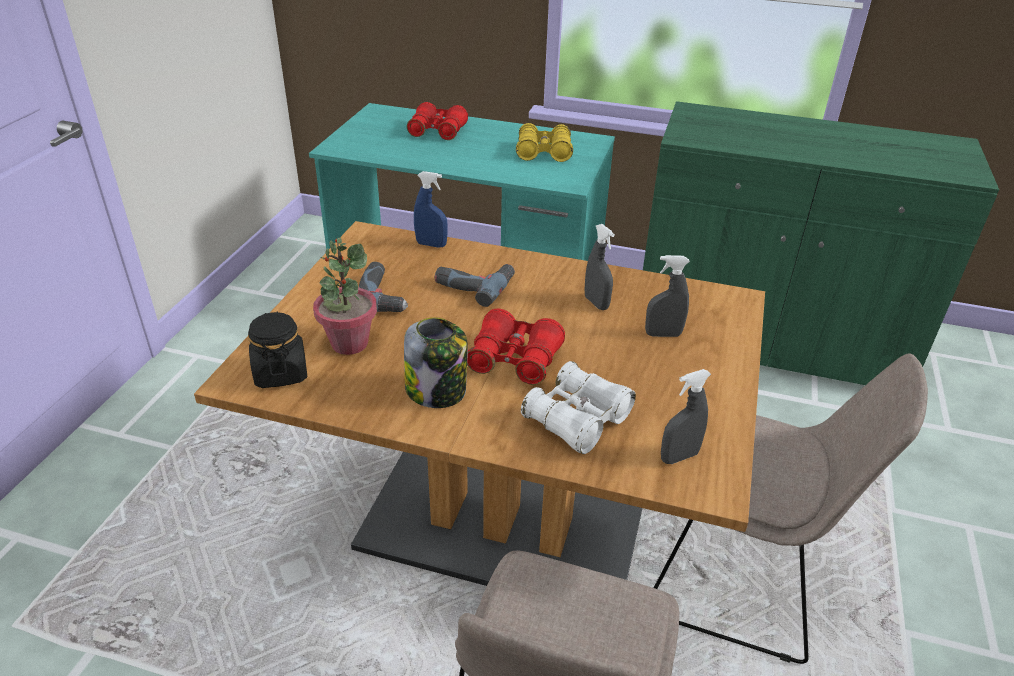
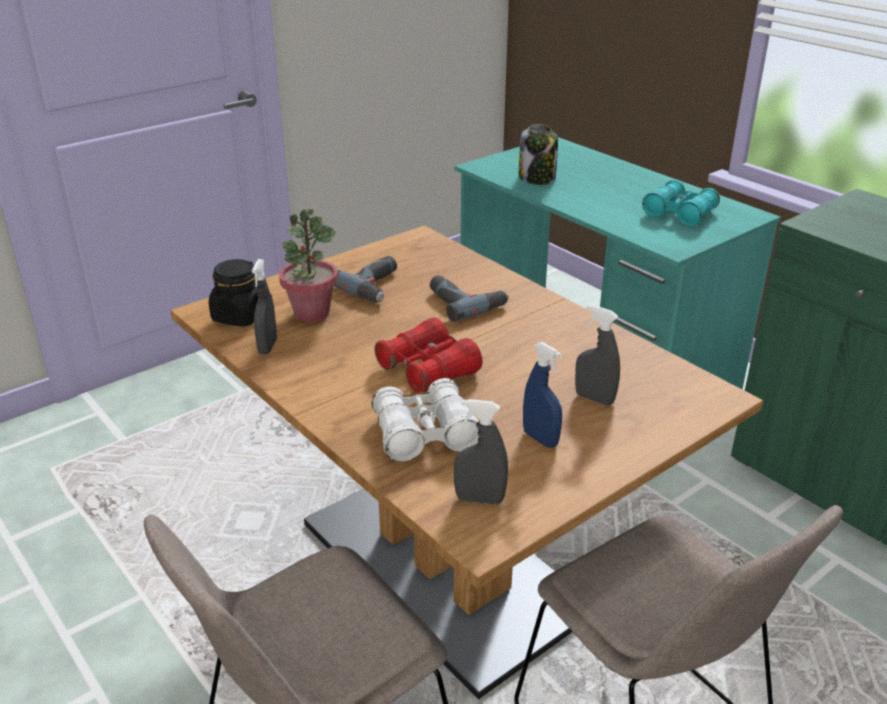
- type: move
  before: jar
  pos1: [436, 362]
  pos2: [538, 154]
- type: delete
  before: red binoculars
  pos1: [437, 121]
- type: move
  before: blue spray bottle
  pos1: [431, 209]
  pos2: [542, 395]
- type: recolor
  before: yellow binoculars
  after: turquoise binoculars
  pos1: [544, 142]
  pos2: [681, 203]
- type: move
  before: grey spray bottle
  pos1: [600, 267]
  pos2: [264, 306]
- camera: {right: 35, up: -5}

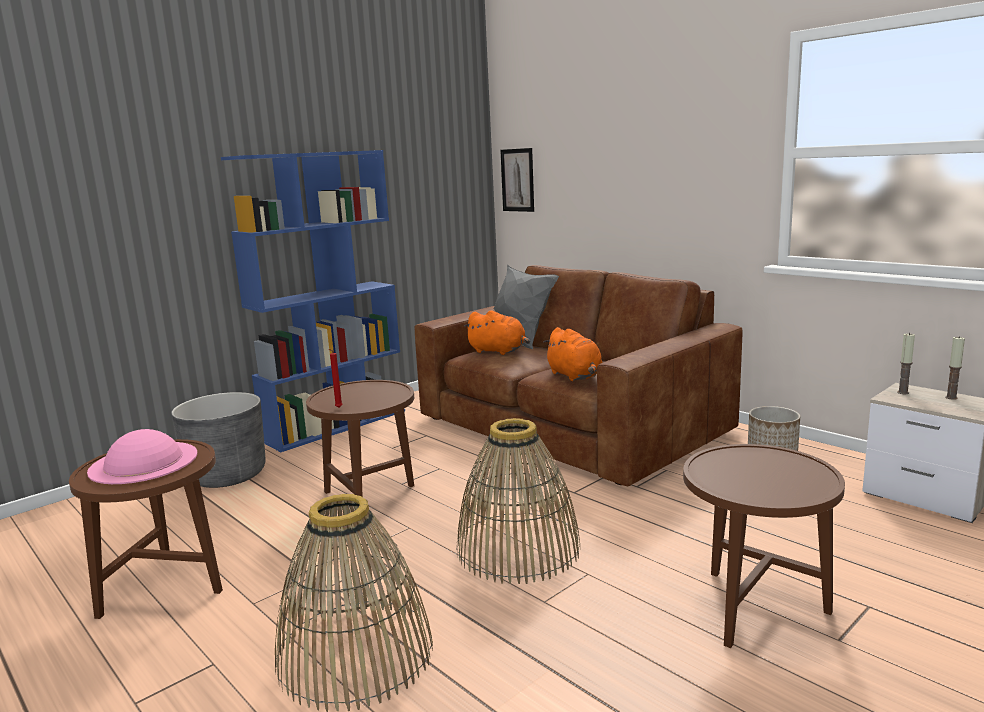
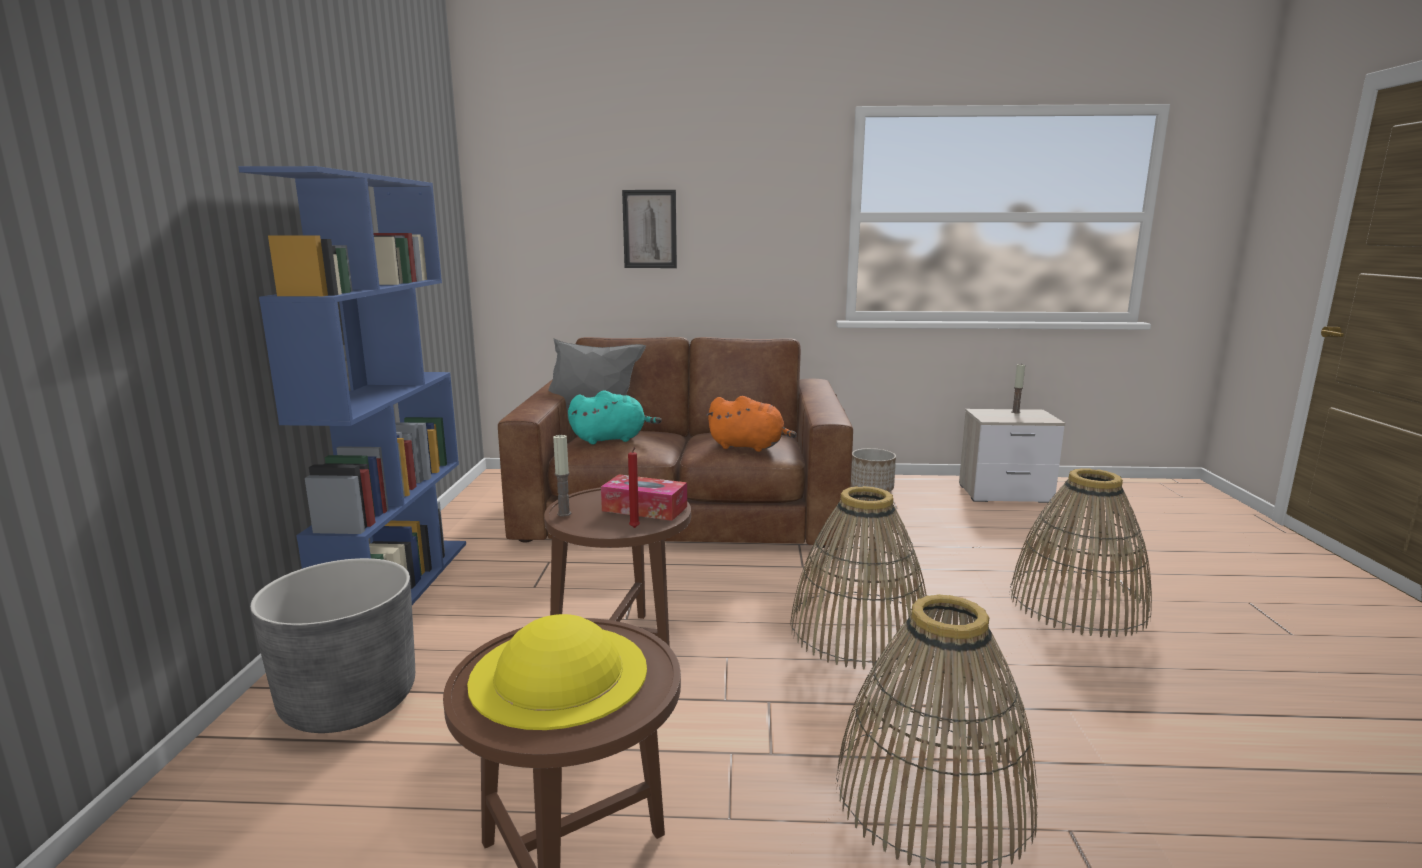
- type: recolor
  before: pink hat
  after: yellow hat
  pos1: [142, 456]
  pos2: [557, 672]
- type: recolor
  before: orange plush toy
  after: turquoise plush toy
  pos1: [497, 332]
  pos2: [615, 417]
- type: move
  before: picture
  pos1: [517, 180]
  pos2: [649, 229]
- type: replace
  before: brown side table
  after: basket
  pos1: [764, 546]
  pos2: [1080, 553]
- type: move
  before: candle
  pos1: [906, 363]
  pos2: [562, 475]
- type: insert
  after: tissue box
  pos2: [644, 497]
- camera: {right: -45, up: 0}

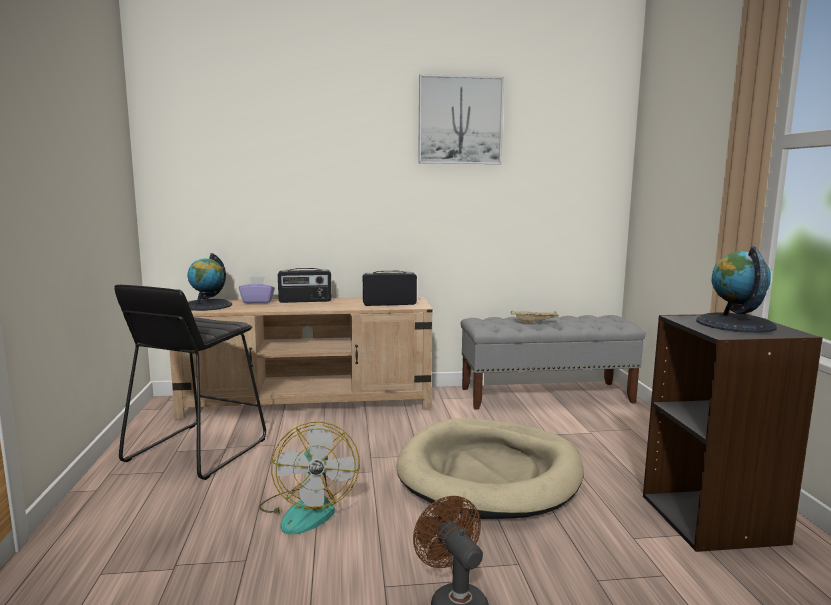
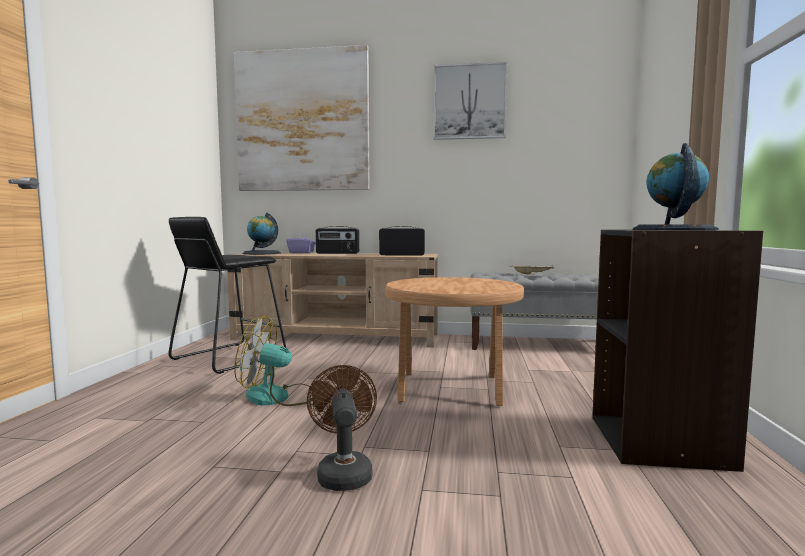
- type: rotate
  before: fan
  pos1: [309, 478]
  pos2: [273, 361]
  turn: 90
- type: replace
  before: beige dog bed
  after: brown side table
  pos1: [490, 468]
  pos2: [454, 341]
- type: insert
  after: picture
  pos2: [302, 118]
- camera: {right: 15, up: -5}

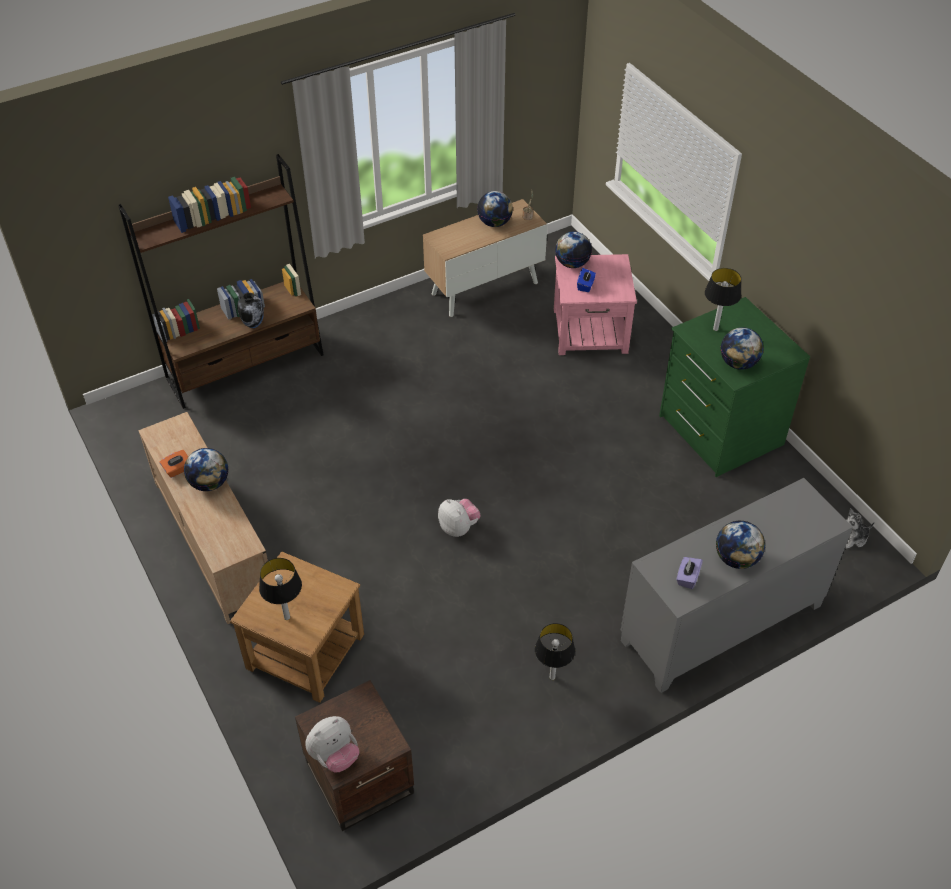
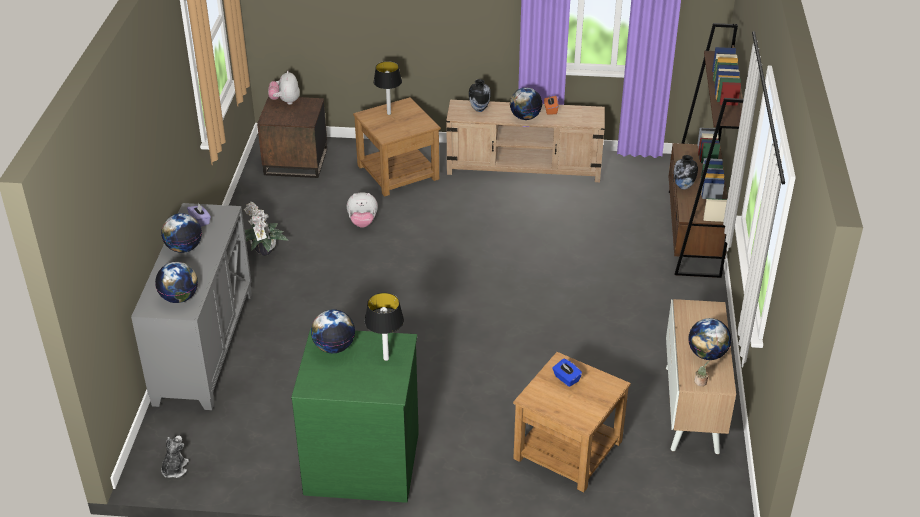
- type: move
  before: plush toy
  pos1: [459, 518]
  pos2: [362, 210]
- type: replace
  before: table lamp
  after: potted plant
  pos1: [555, 651]
  pos2: [266, 229]
- type: recolor
  before: pink side table
  after: brown side table
  pos1: [595, 304]
  pos2: [572, 422]
- type: move
  before: globe
  pos1: [573, 250]
  pos2: [176, 282]
- type: insert
  after: vase
  pos2: [480, 95]
- camera: {right: 125, up: -10}

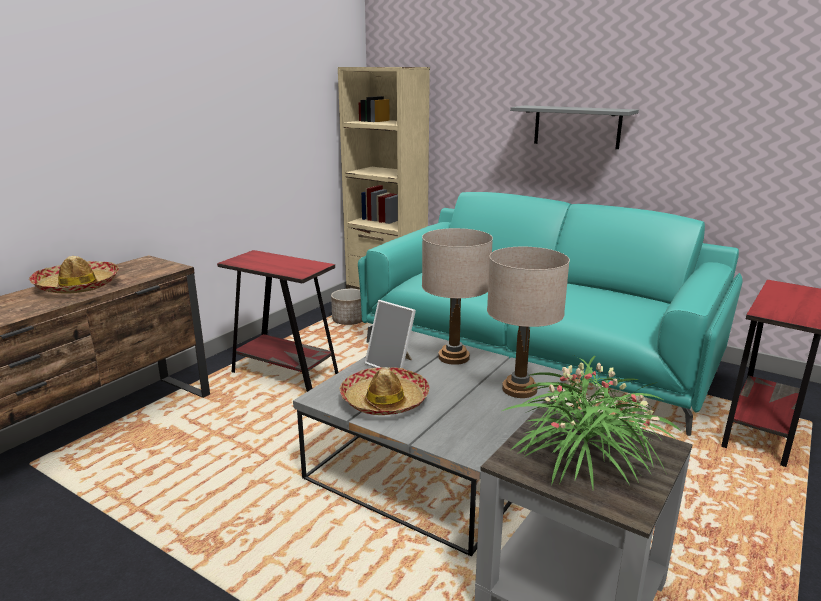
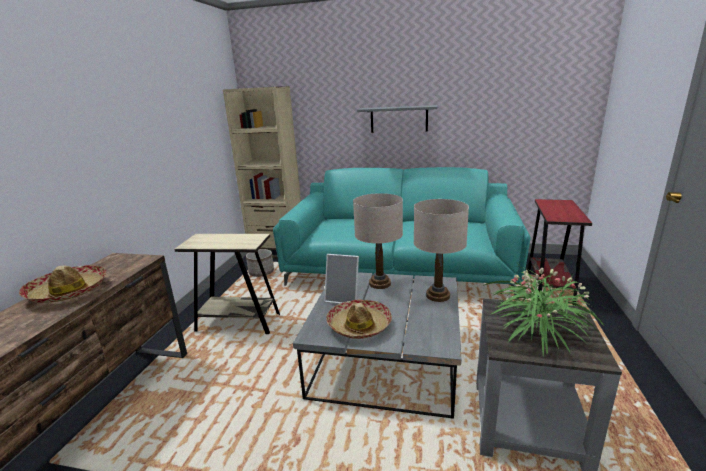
- type: recolor
  before: red side table
  after: beige side table
  pos1: [278, 321]
  pos2: [227, 284]
- camera: {right: -20, up: 0}

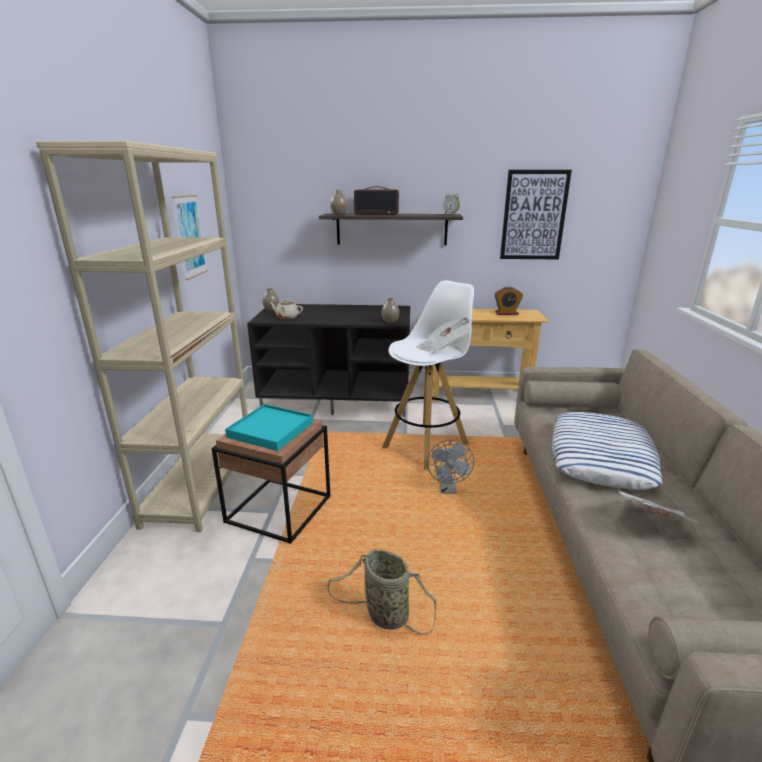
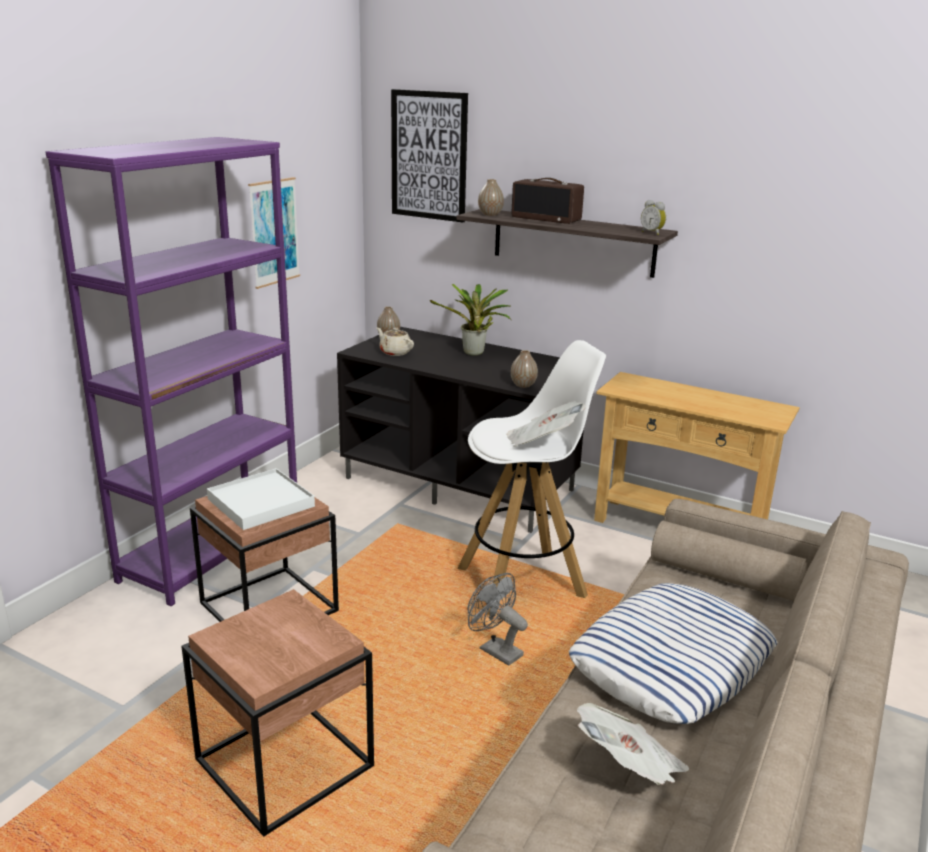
- type: recolor
  before: beige bookcase
  after: purple bookcase
  pos1: [142, 336]
  pos2: [171, 371]
- type: recolor
  before: turquoise tray
  after: white tray
  pos1: [269, 427]
  pos2: [261, 499]
- type: replace
  before: basket
  after: brown side table
  pos1: [381, 592]
  pos2: [277, 713]
- type: rotate
  before: grey fan
  pos1: [450, 467]
  pos2: [498, 619]
  turn: 105
- type: delete
  before: alarm clock
  pos1: [509, 301]
- type: move
  before: picture
  pos1: [536, 214]
  pos2: [429, 156]
- type: insert
  after: potted plant
  pos2: [470, 320]
- camera: {right: 25, up: 0}

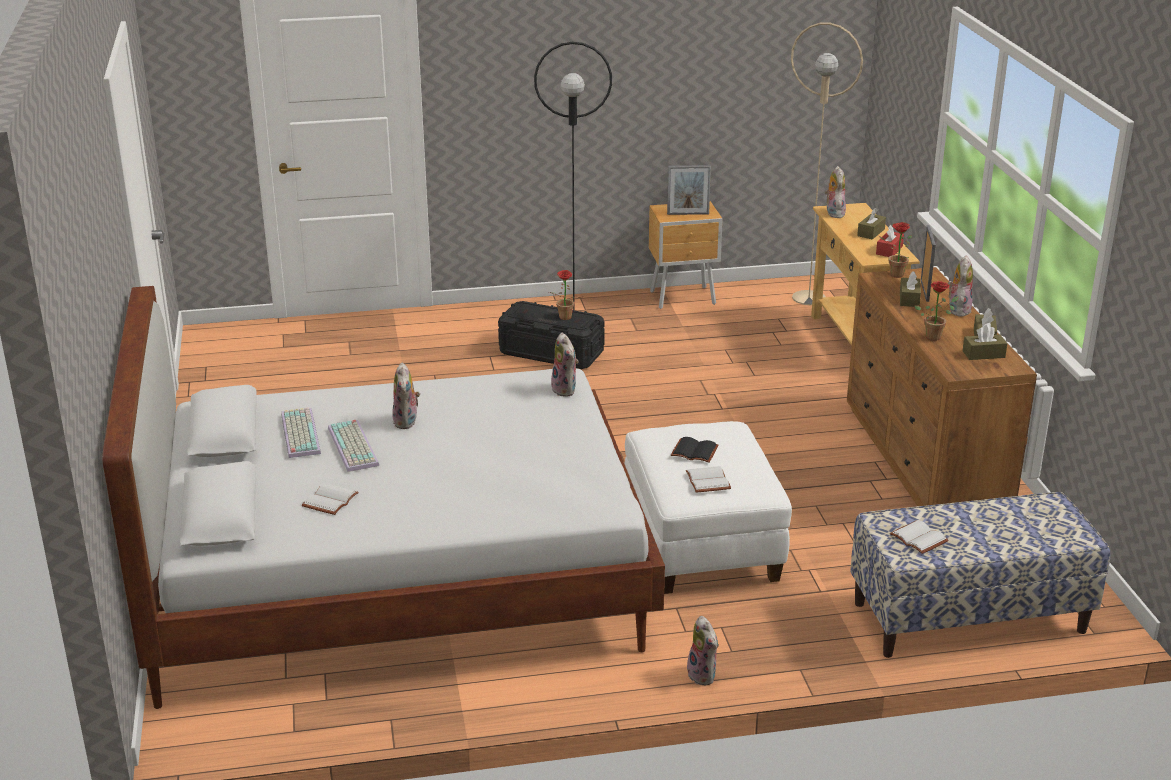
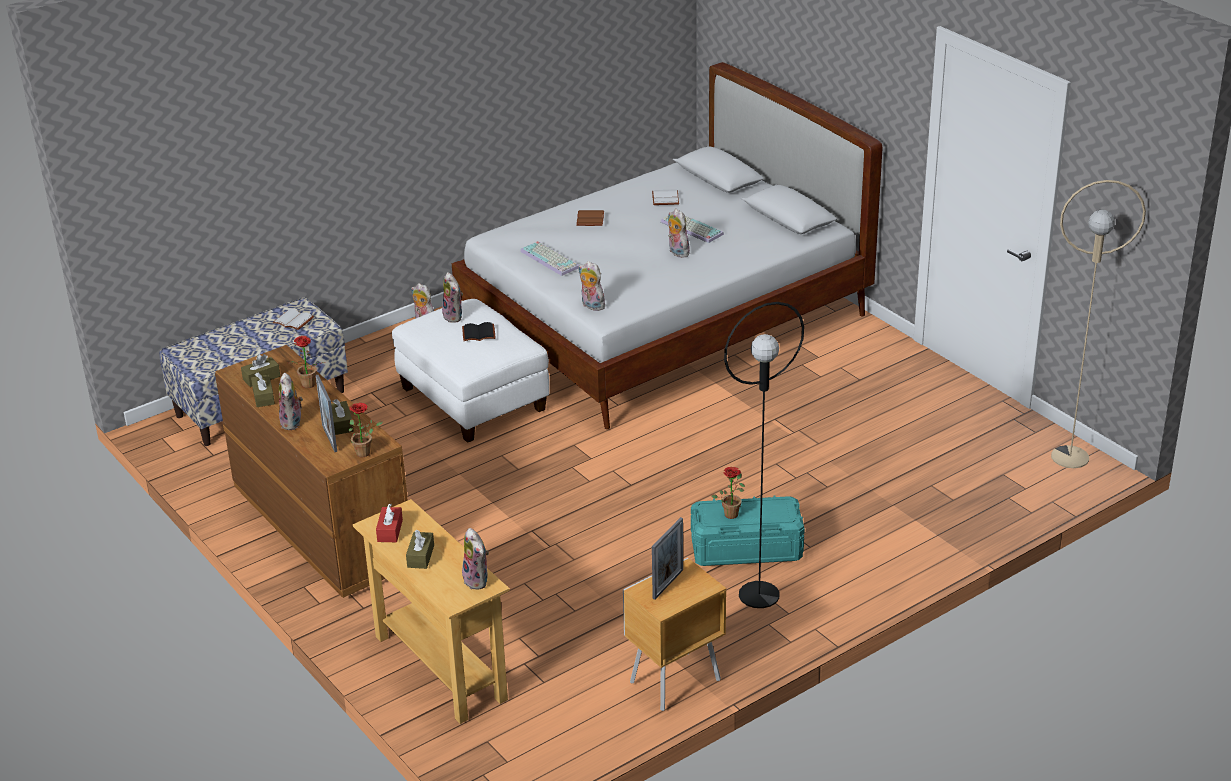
- type: move
  before: keyboard
  pos1: [301, 432]
  pos2: [549, 258]
- type: recolor
  before: black storage box
  after: turquoise storage box
  pos1: [551, 335]
  pos2: [748, 531]
- type: rotate
  before: picture frame
  pos1: [689, 190]
  pos2: [667, 558]
  turn: 150
- type: replace
  before: white book
  after: plush toy
  pos1: [708, 479]
  pos2: [452, 297]
- type: move
  before: beige floor lamp
  pos1: [827, 164]
  pos2: [1098, 324]
- type: insert
  after: brown book
  pos2: [590, 218]
- camera: {right: 155, up: 5}

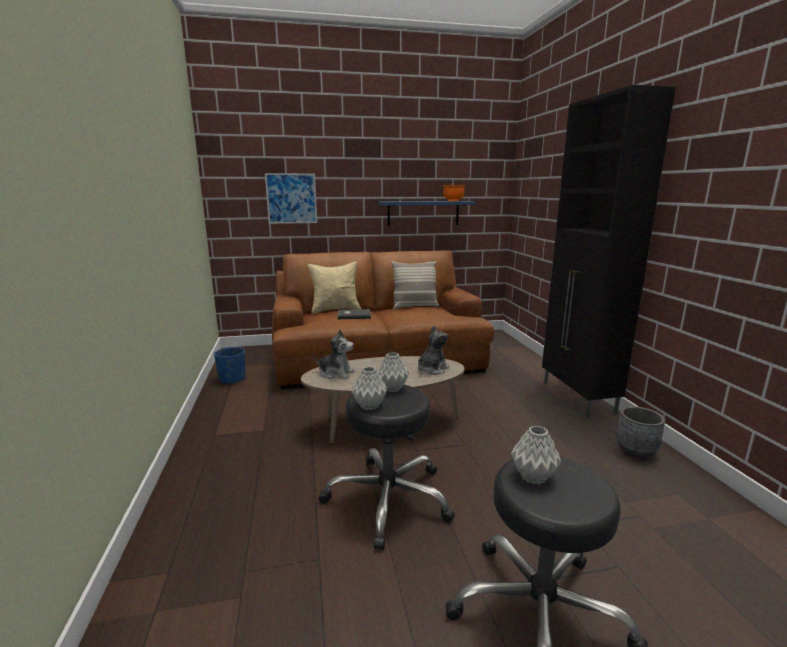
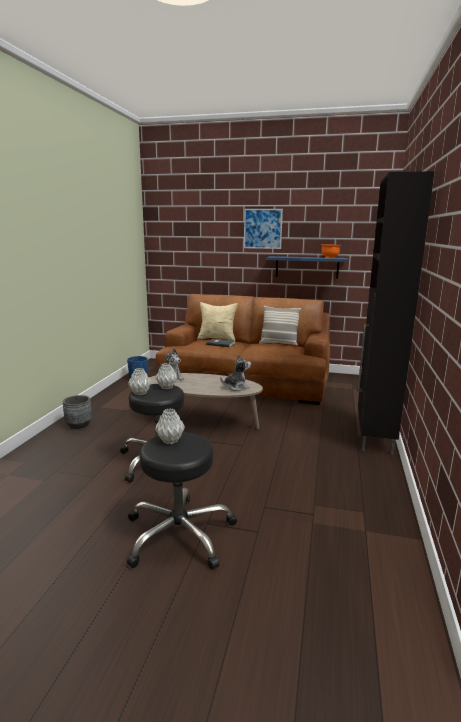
- type: move
  before: picture
  pos1: [291, 198]
  pos2: [263, 229]
- type: move
  before: grey planter
  pos1: [640, 432]
  pos2: [77, 412]
- camera: {right: 25, up: 0}

